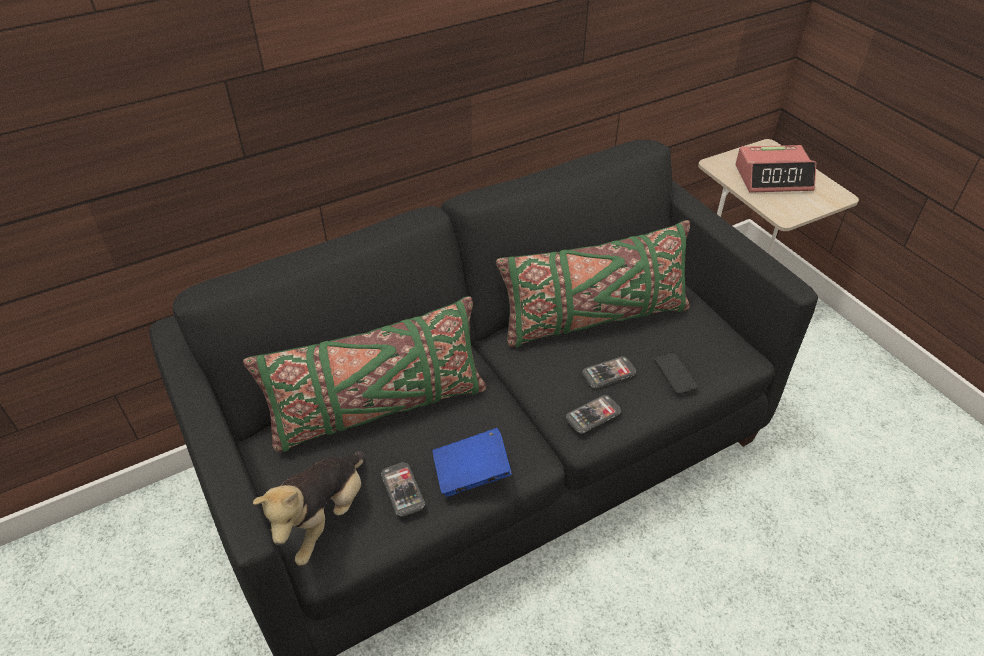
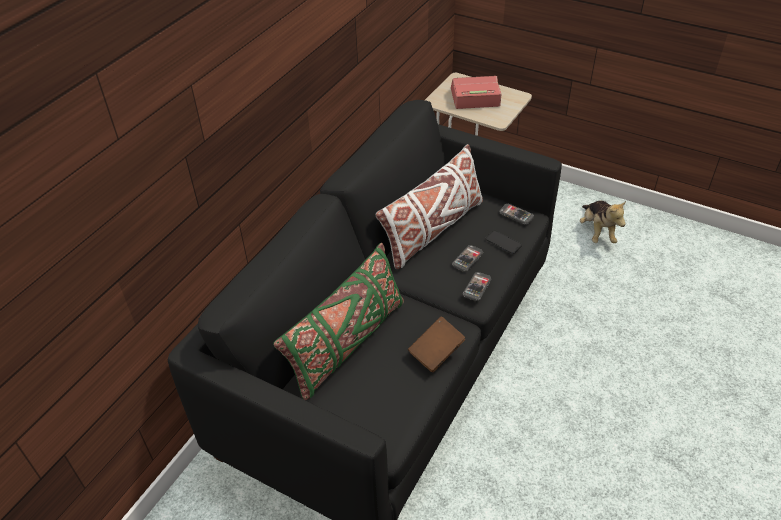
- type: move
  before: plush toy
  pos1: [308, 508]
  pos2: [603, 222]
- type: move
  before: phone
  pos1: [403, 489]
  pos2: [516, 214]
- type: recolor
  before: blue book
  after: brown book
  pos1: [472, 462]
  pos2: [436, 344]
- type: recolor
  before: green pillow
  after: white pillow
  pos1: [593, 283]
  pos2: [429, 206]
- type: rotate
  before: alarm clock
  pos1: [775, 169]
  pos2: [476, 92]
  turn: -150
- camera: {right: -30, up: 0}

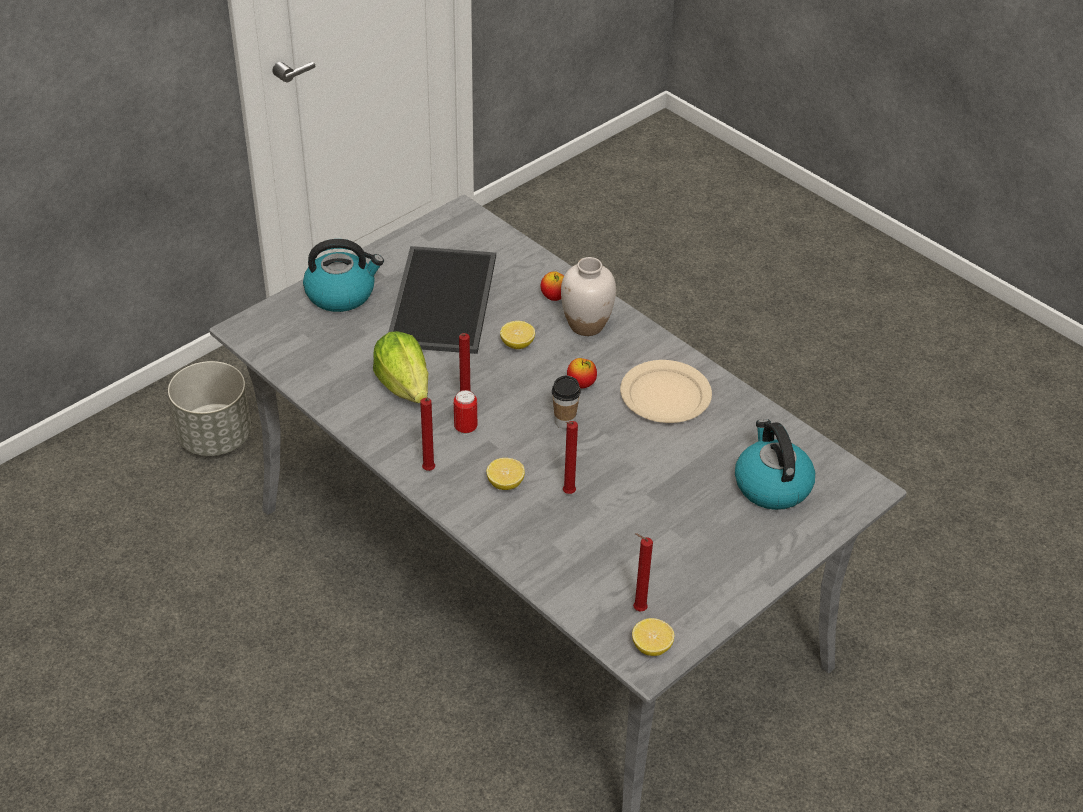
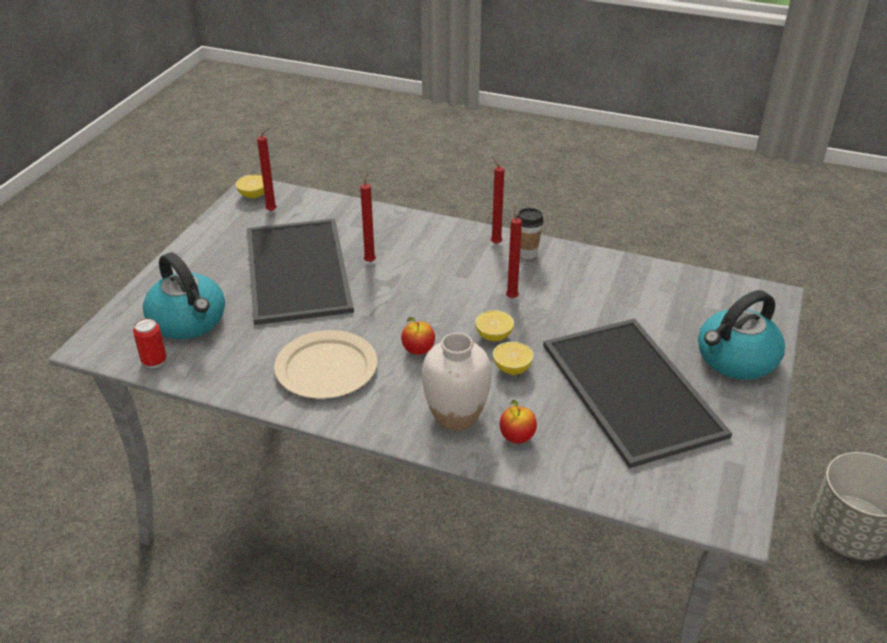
- type: delete
  before: lettuce
  pos1: [400, 367]
- type: move
  before: can
  pos1: [465, 412]
  pos2: [149, 343]
- type: move
  before: lemon
  pos1: [505, 474]
  pos2: [494, 325]
- type: move
  before: cup
  pos1: [566, 402]
  pos2: [530, 233]
- type: insert
  after: tray
  pos2: [300, 272]
- camera: {right: 155, up: -5}

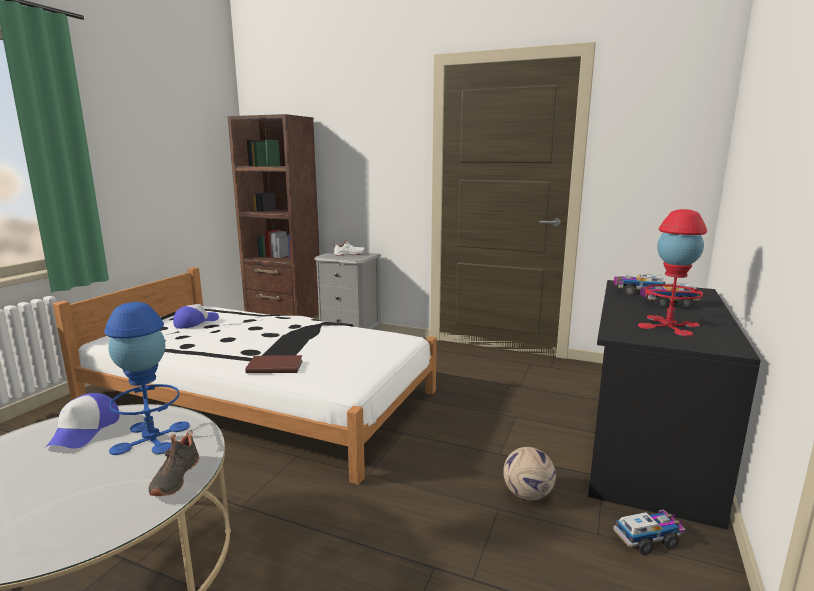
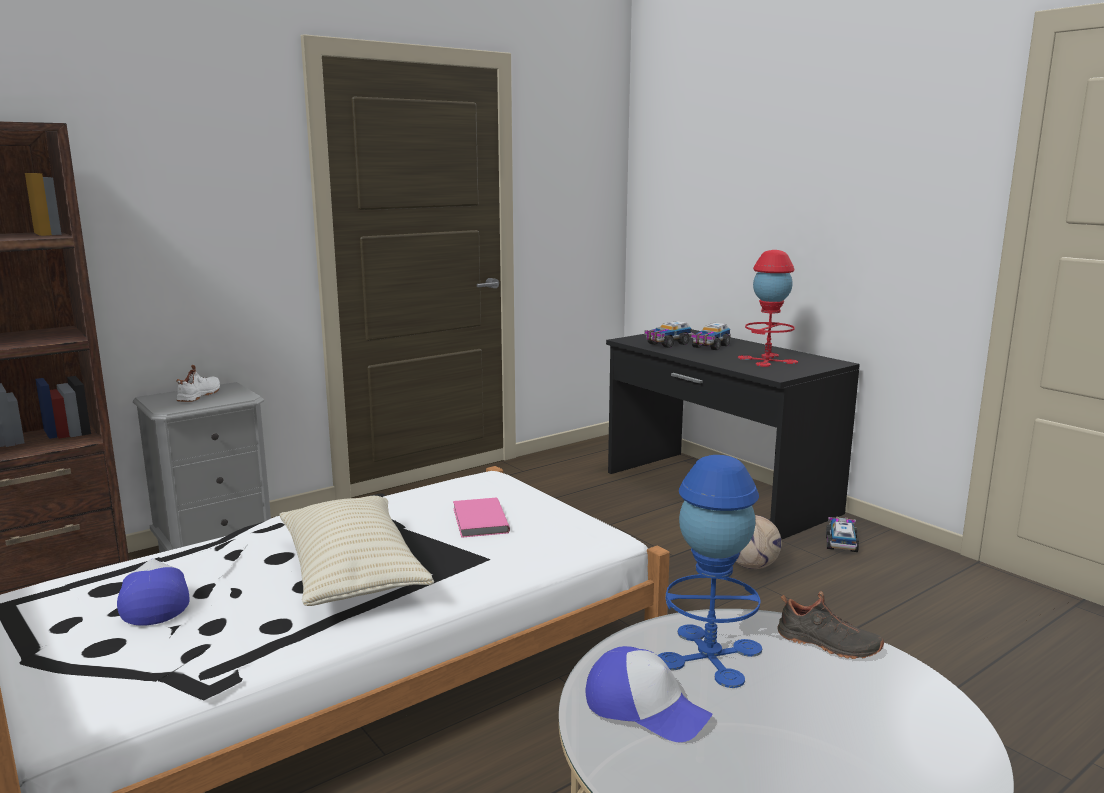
- type: delete
  before: brown book
  pos1: [274, 364]
- type: insert
  after: beige pillow
  pos2: [356, 551]
- type: insert
  after: pink book
  pos2: [481, 518]
- camera: {right: -60, up: 0}

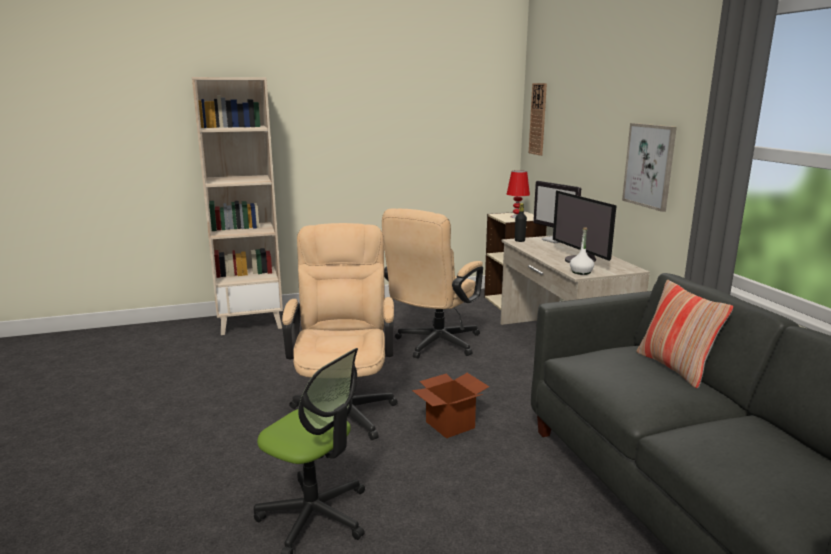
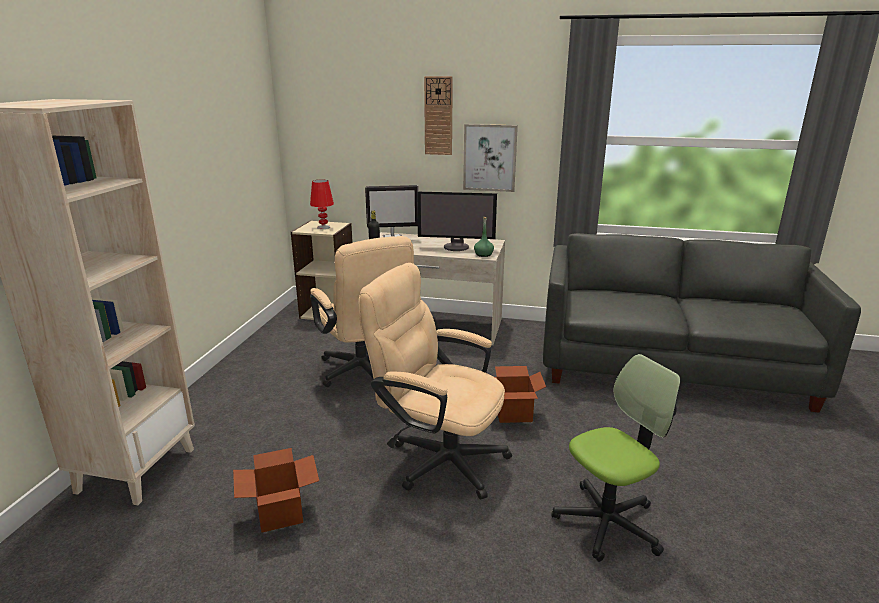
- type: move
  before: wall clock
  pos1: [538, 119]
  pos2: [438, 115]
- type: recolor
  before: white bottle
  after: green bottle
  pos1: [582, 251]
  pos2: [484, 237]
- type: delete
  before: pillow
  pos1: [684, 334]
- type: insert
  after: cardboard box
  pos2: [276, 490]
- camera: {right: -60, up: 5}

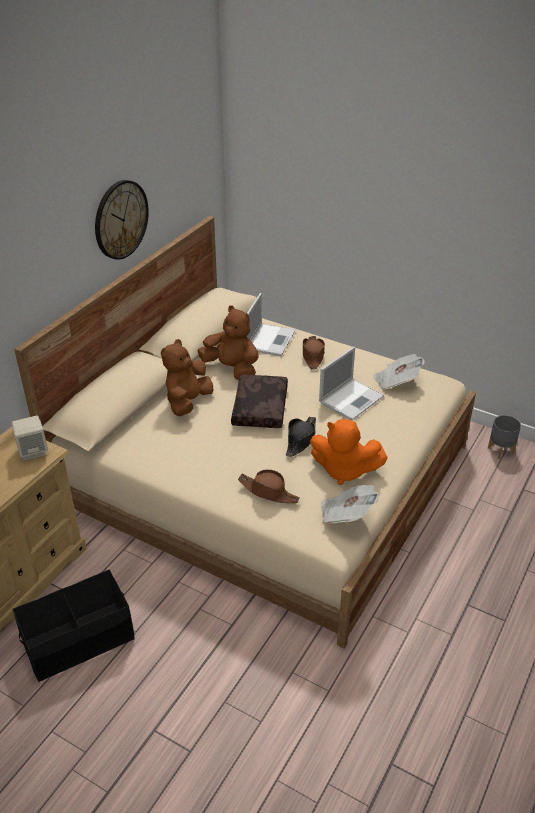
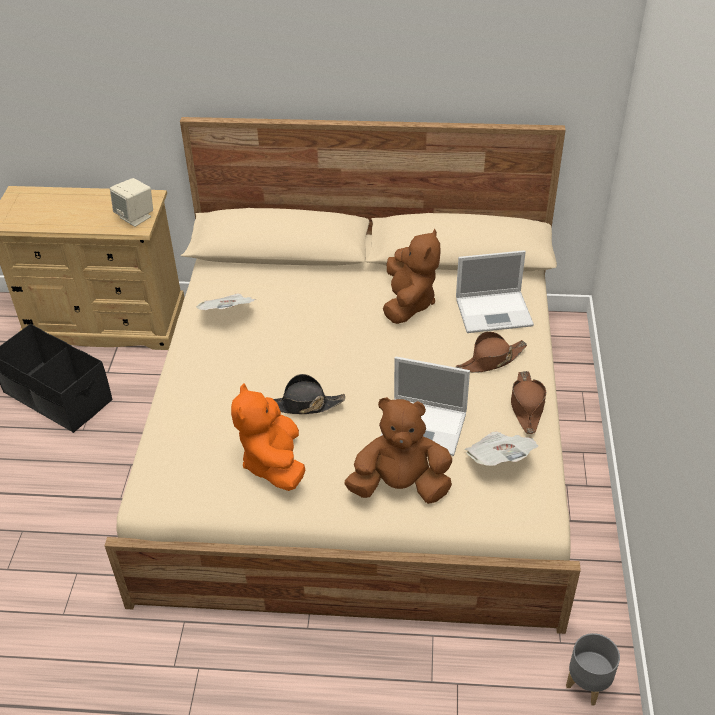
- type: delete
  before: wall clock
  pos1: [122, 220]
- type: move
  before: brown plush toy
  pos1: [187, 377]
  pos2: [398, 450]
- type: delete
  before: brown pillow
  pos1: [259, 401]
- type: move
  before: brown hat
  pos1: [269, 486]
  pos2: [528, 402]
- type: move
  before: newspaper
  pos1: [350, 504]
  pos2: [226, 301]
- camera: {right: 65, up: 5}

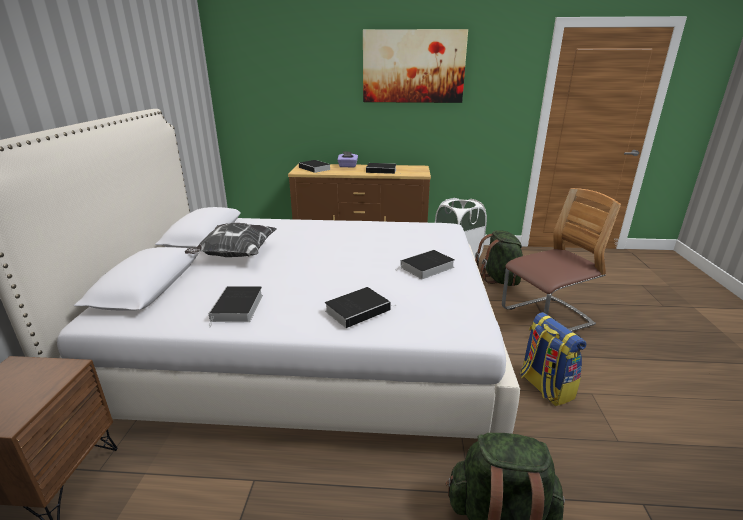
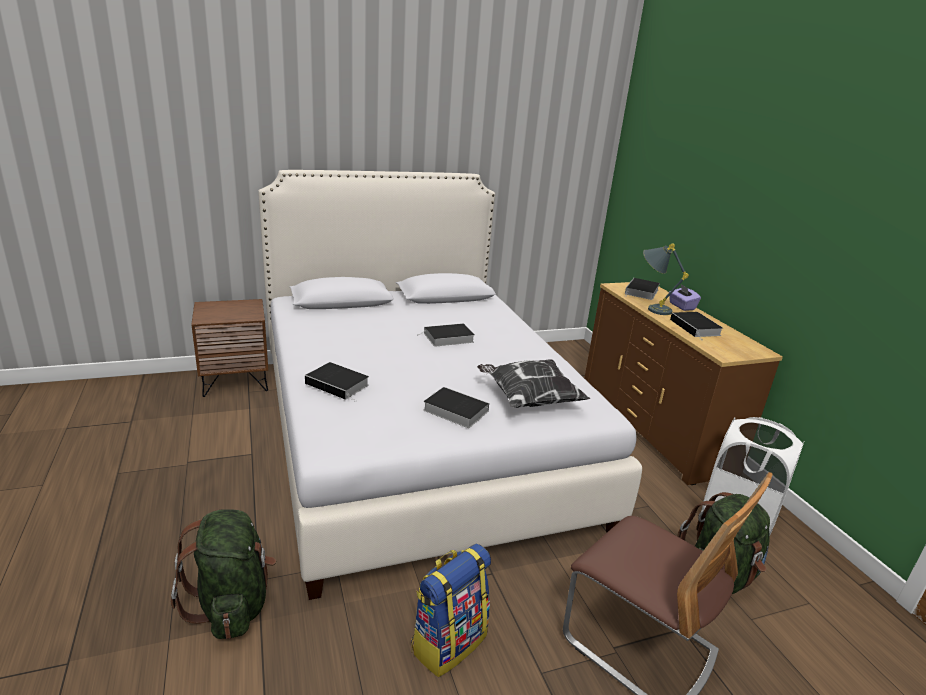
- type: move
  before: pillow
  pos1: [231, 240]
  pos2: [533, 383]
- type: move
  before: book
  pos1: [236, 307]
  pos2: [445, 335]
- type: delete
  before: picture
  pos1: [415, 66]
- type: insert
  after: grey table lamp
  pos2: [666, 279]
- camera: {right: 65, up: 0}

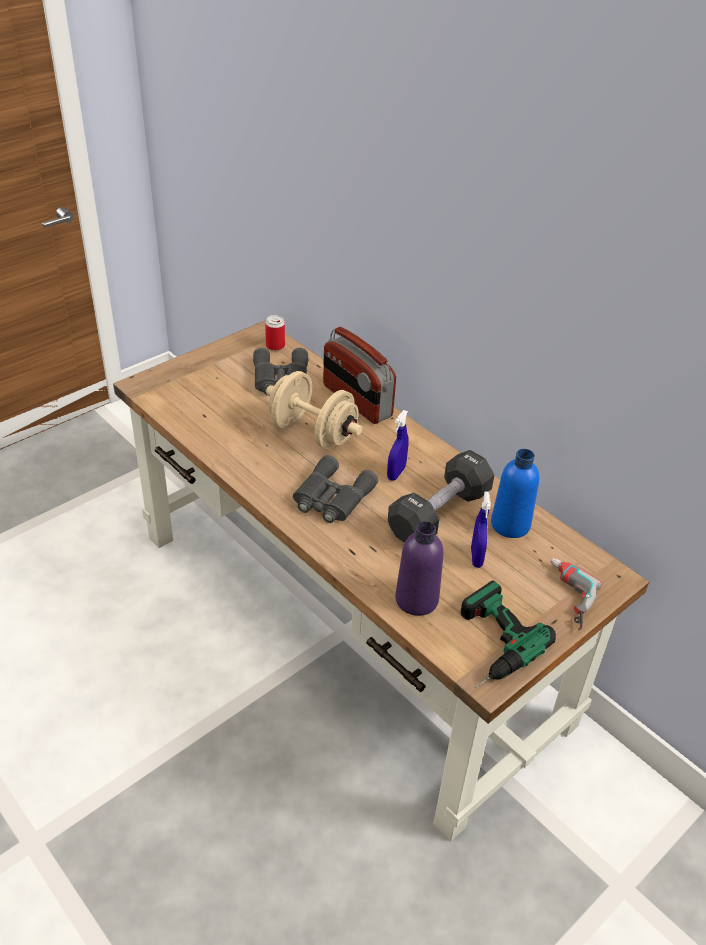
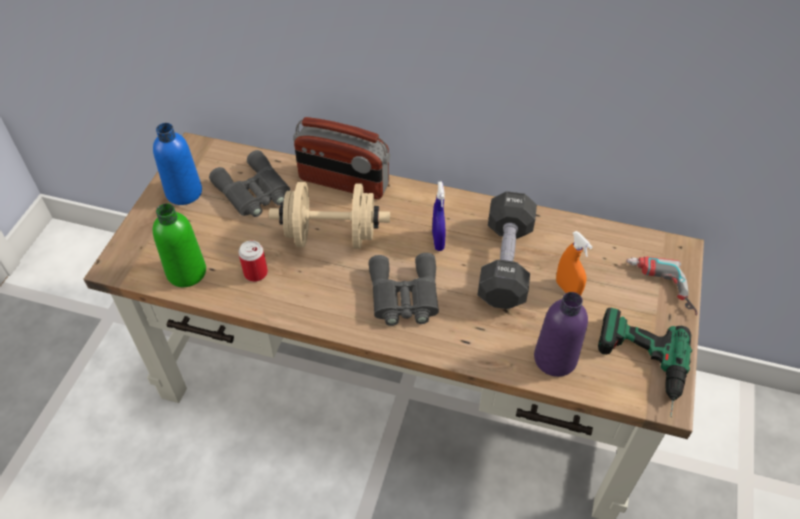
- type: move
  before: can
  pos1: [275, 333]
  pos2: [253, 261]
- type: recolor
  before: blue spray bottle
  after: orange spray bottle
  pos1: [481, 529]
  pos2: [574, 263]
- type: move
  before: blue bottle
  pos1: [515, 493]
  pos2: [177, 164]
- type: insert
  after: green bottle
  pos2: [179, 245]
- camera: {right: -30, up: 10}

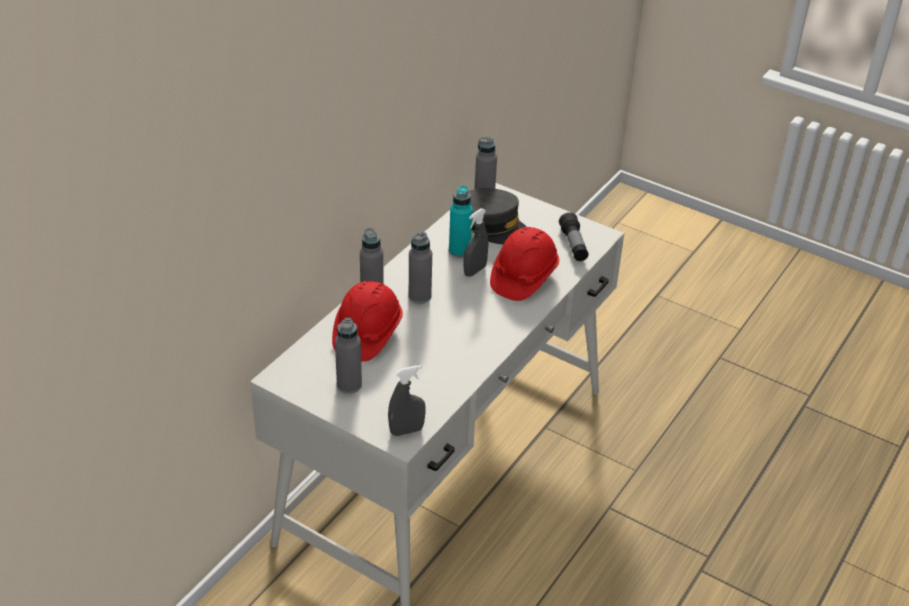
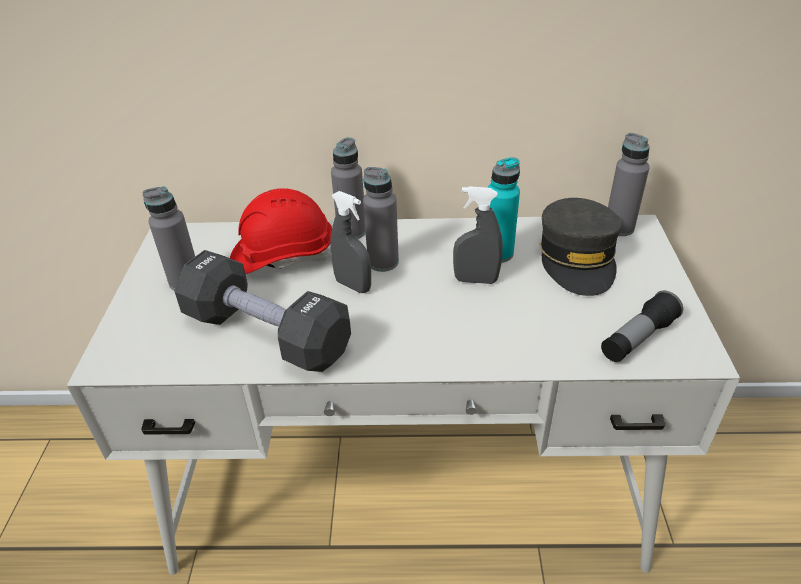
- type: move
  before: grey spray bottle
  pos1: [407, 400]
  pos2: [350, 242]
- type: delete
  before: red hard hat
  pos1: [524, 264]
- type: insert
  after: black dumbbell
  pos2: [262, 311]
- camera: {right: 60, up: 0}

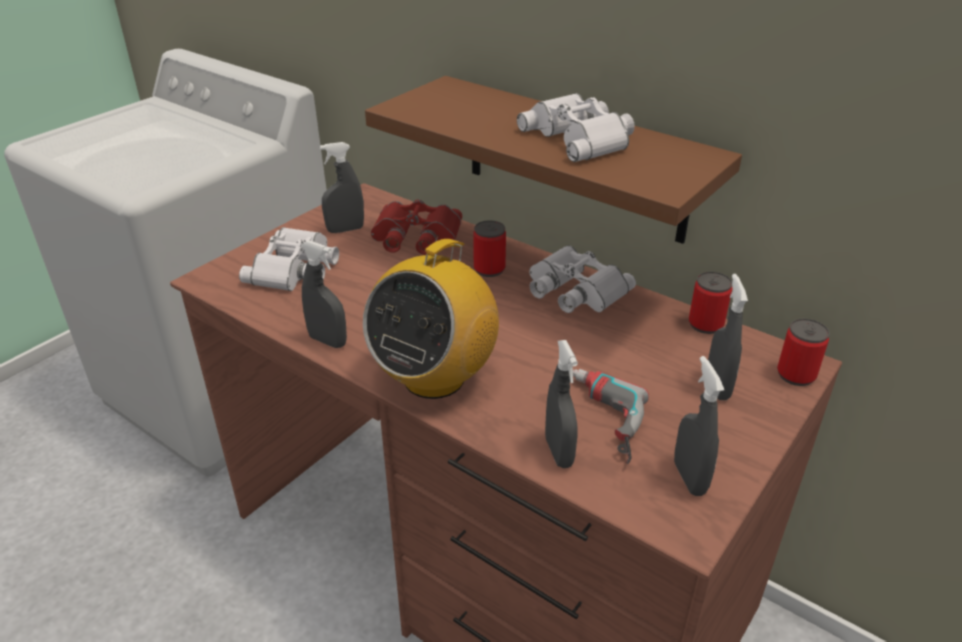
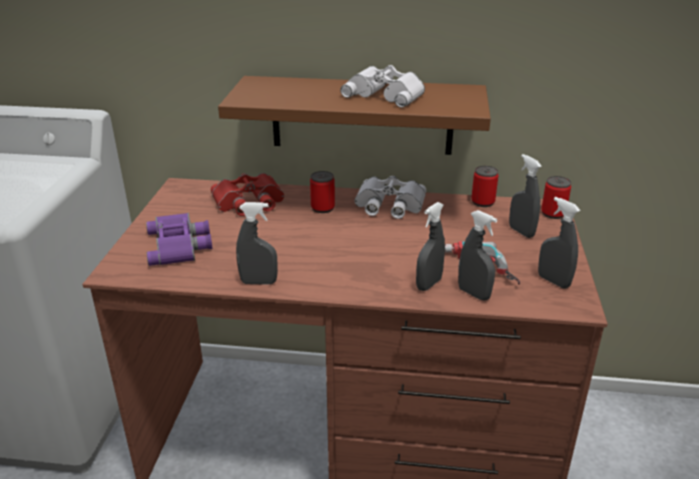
- type: recolor
  before: white binoculars
  after: purple binoculars
  pos1: [289, 259]
  pos2: [179, 239]
- type: move
  before: grey spray bottle
  pos1: [342, 187]
  pos2: [430, 246]
- type: delete
  before: radio
  pos1: [431, 317]
- camera: {right: -30, up: -5}

